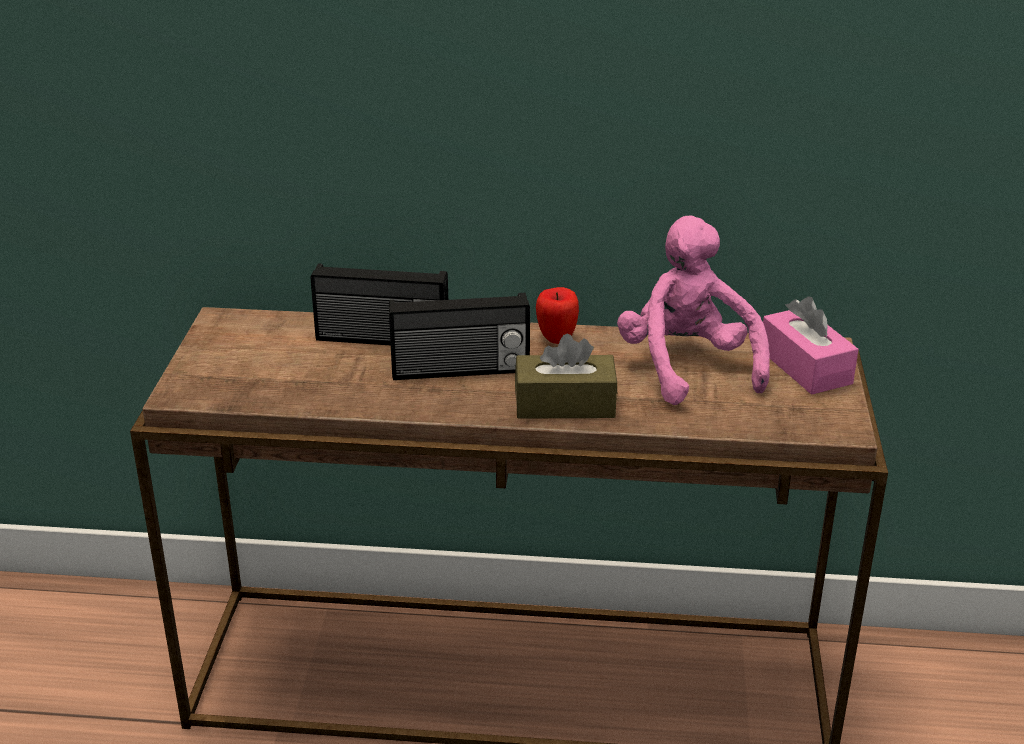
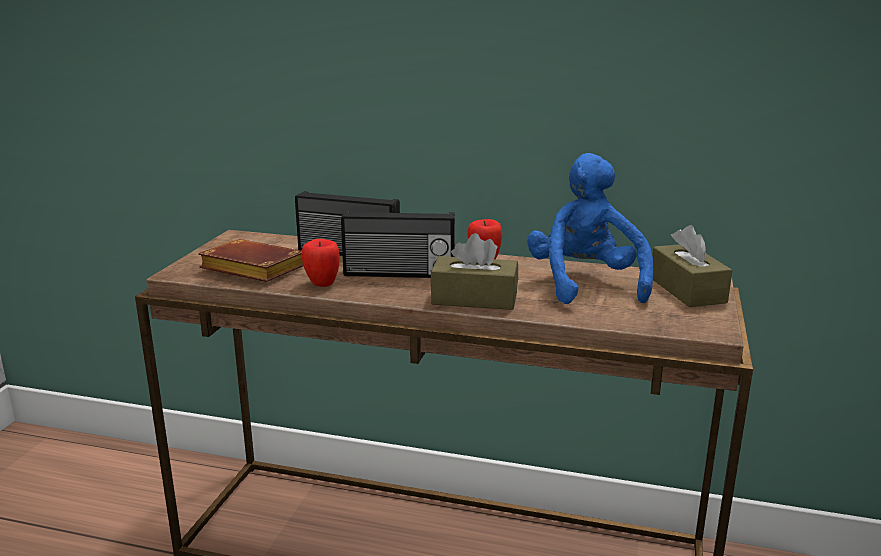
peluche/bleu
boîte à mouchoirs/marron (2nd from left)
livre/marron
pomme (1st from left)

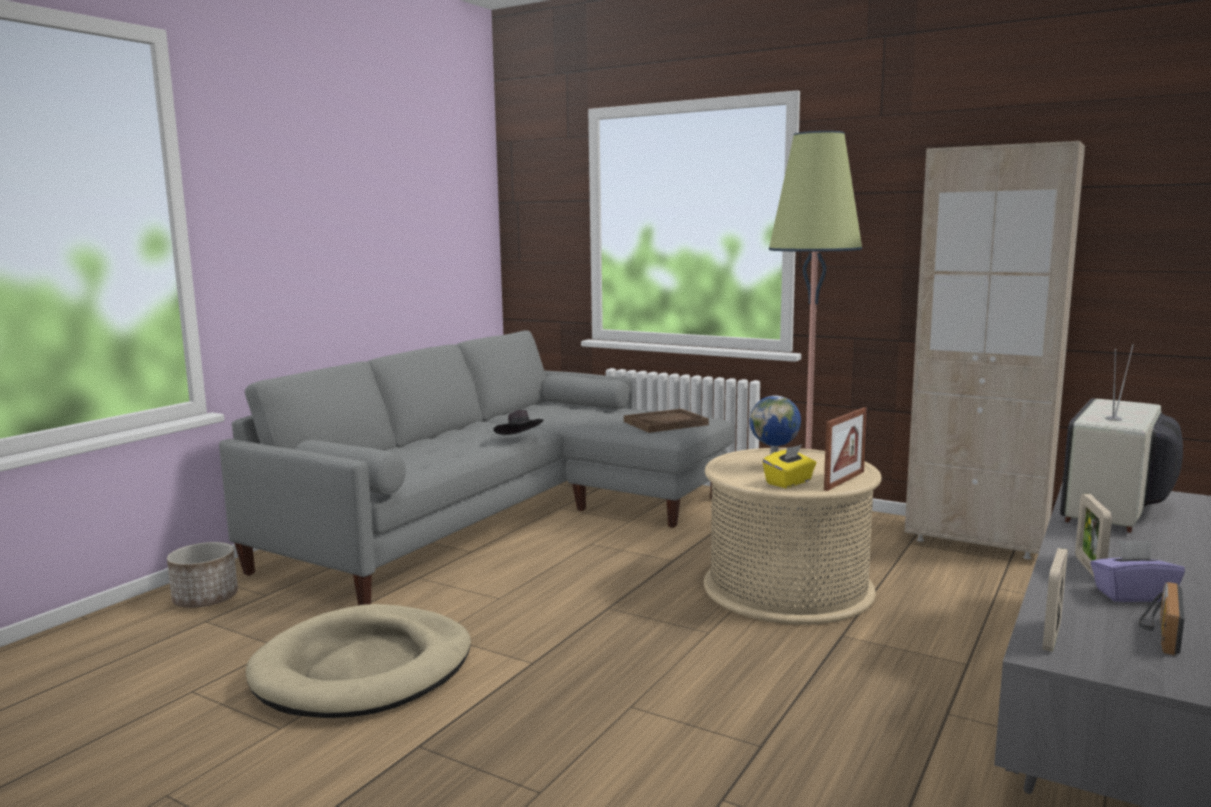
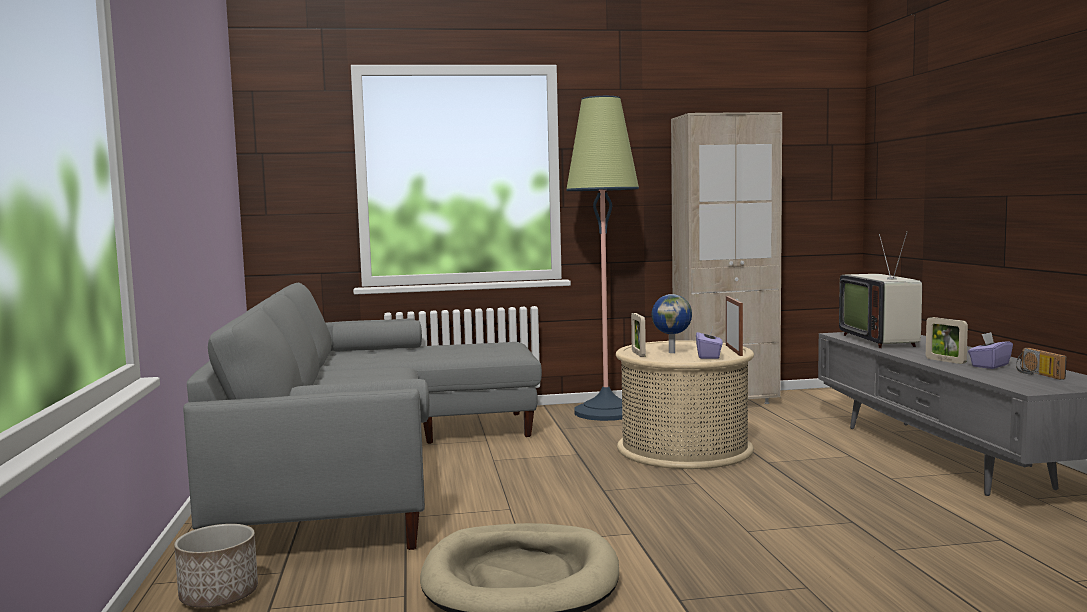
chapeau/noir
plateau/marron
boîte à mouchoirs/violet (1st from left)
cadre photo (1st from left)

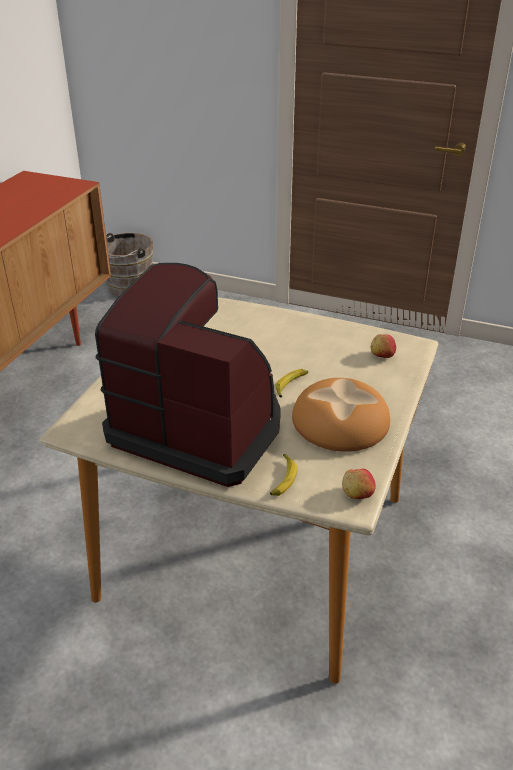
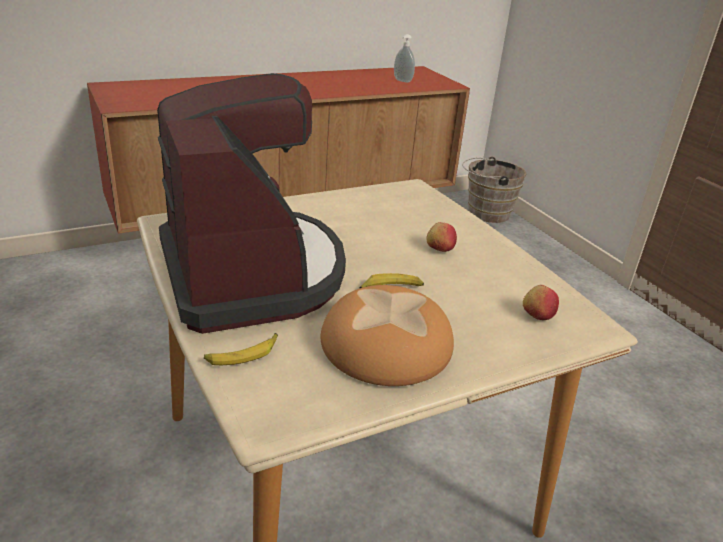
pomme (1st from left)
distributeur de savon

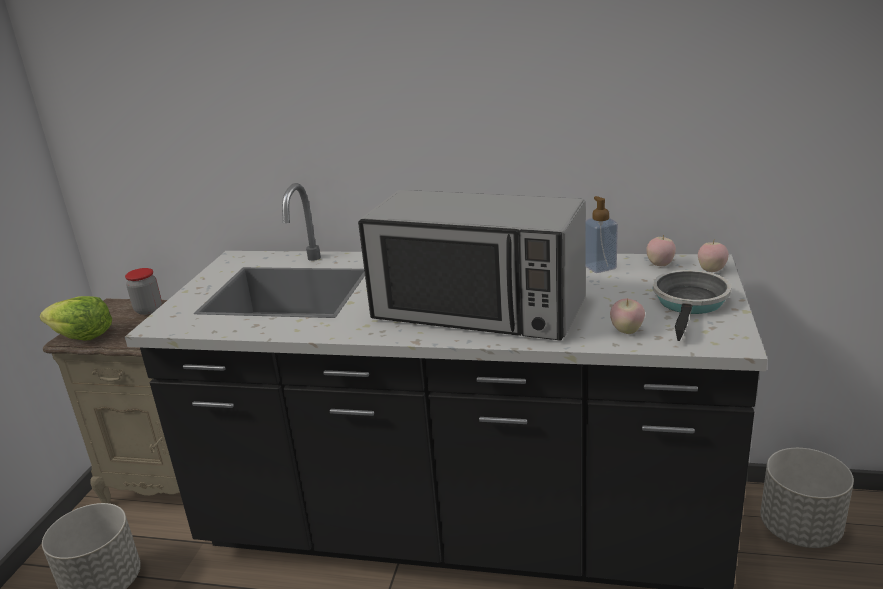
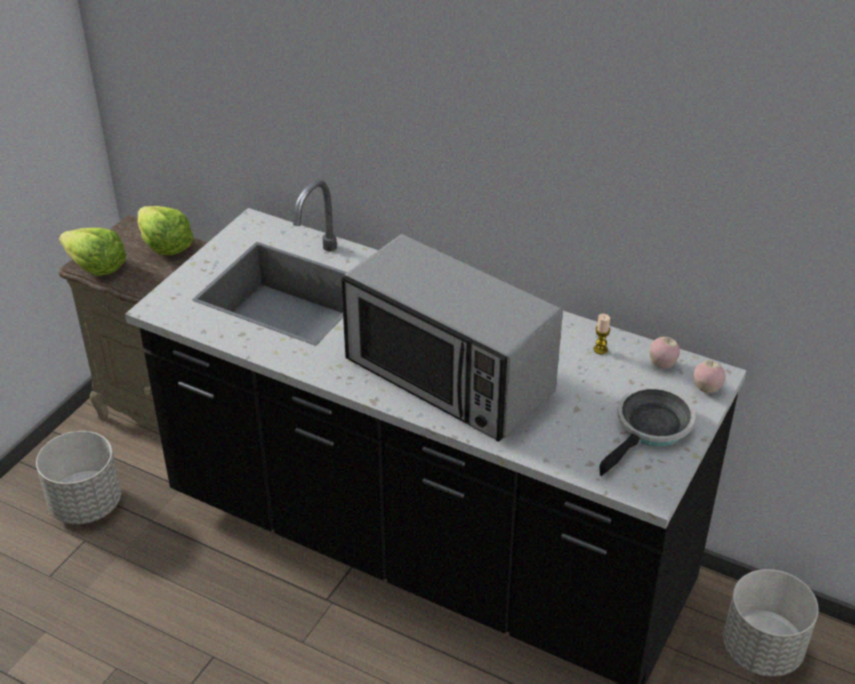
laitue (2nd from left)
bougie
pomme (1st from left in the first image)

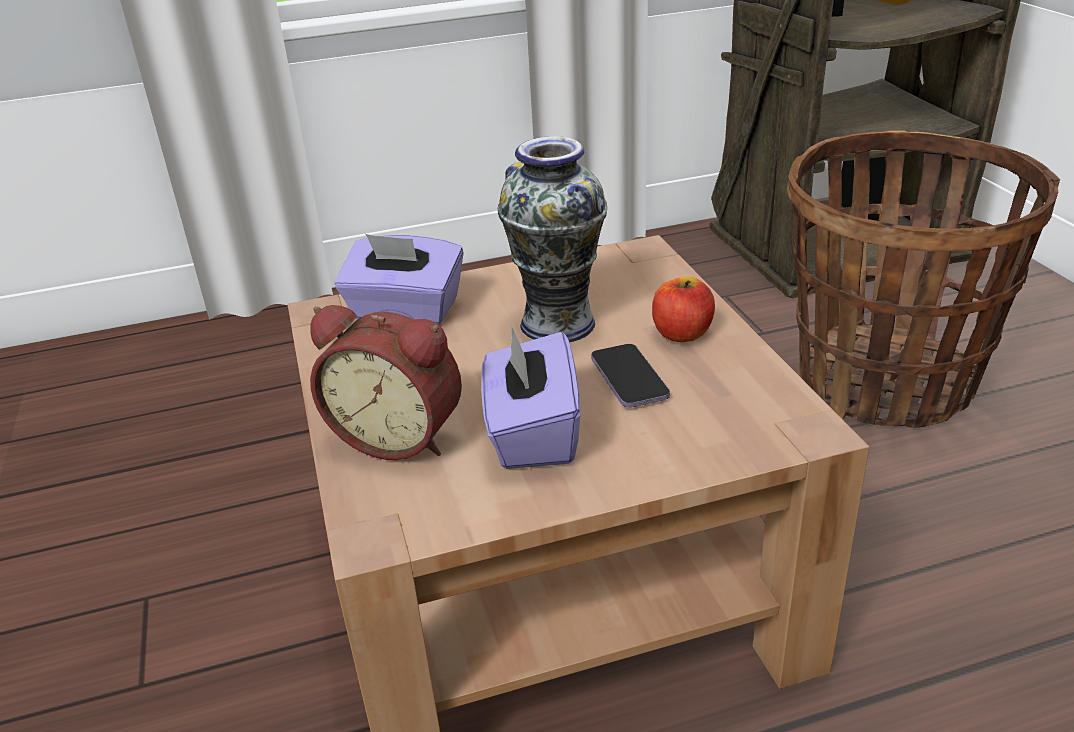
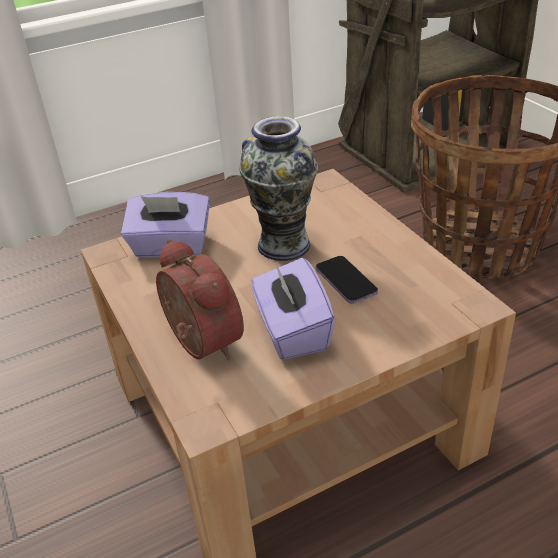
réveil
pomme

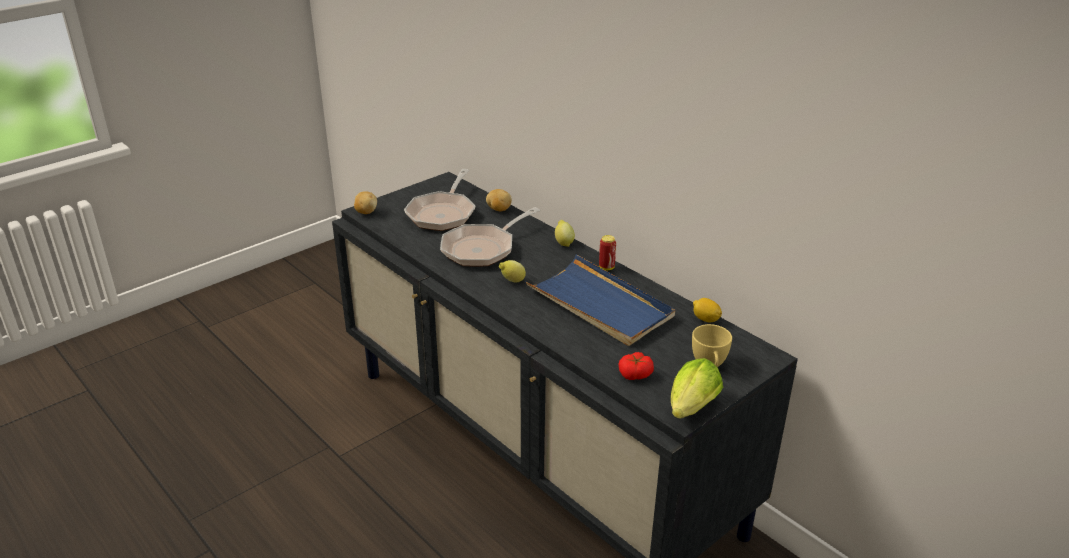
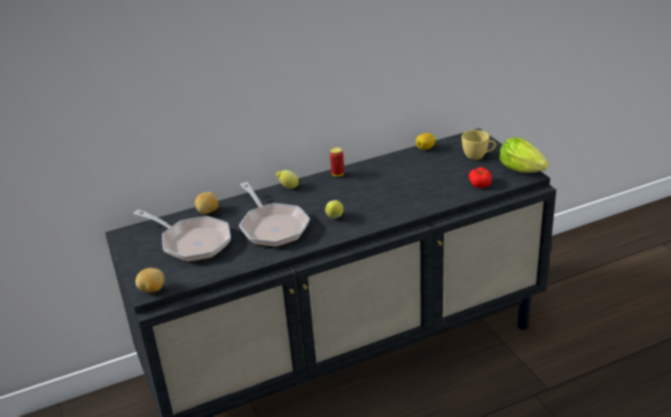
plateau/bleu

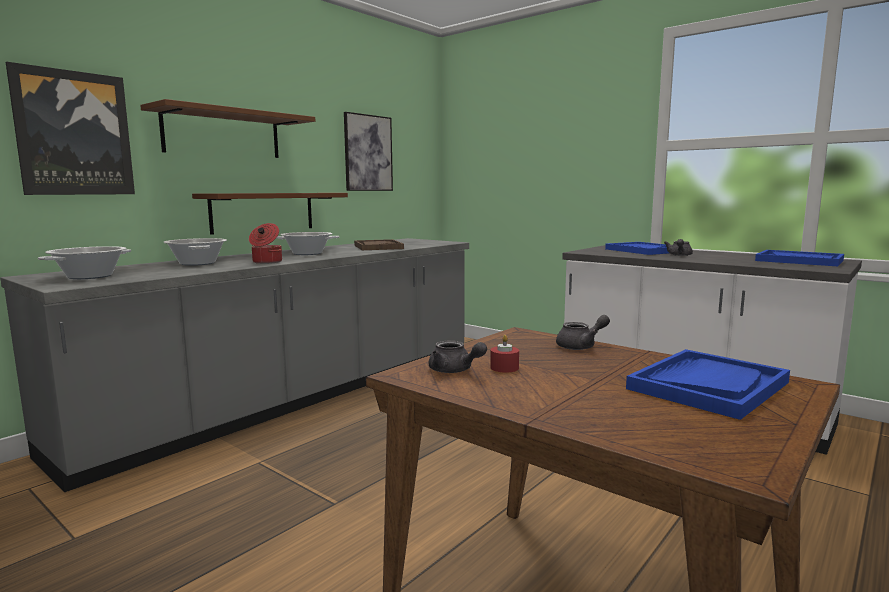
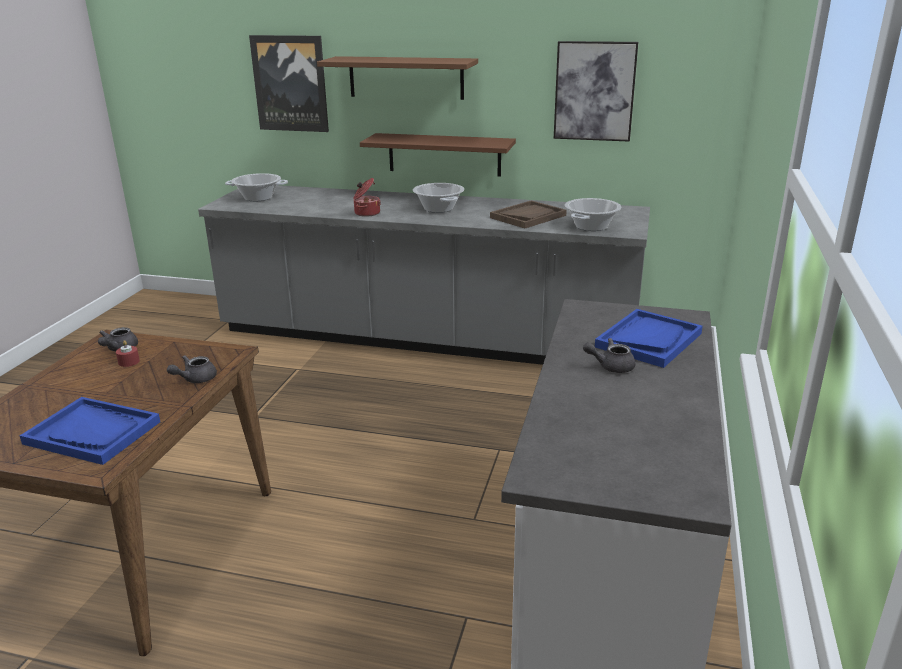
marmite (4th from left)
théière/gris (2nd from left)
plateau/bleu (3rd from left in the first image)

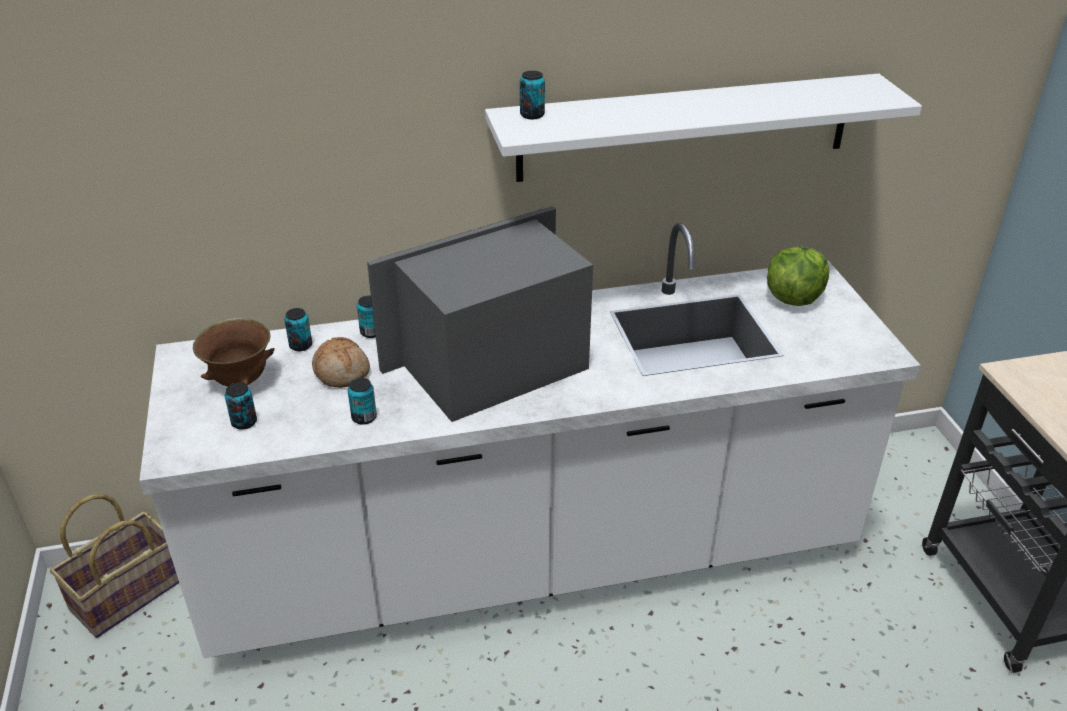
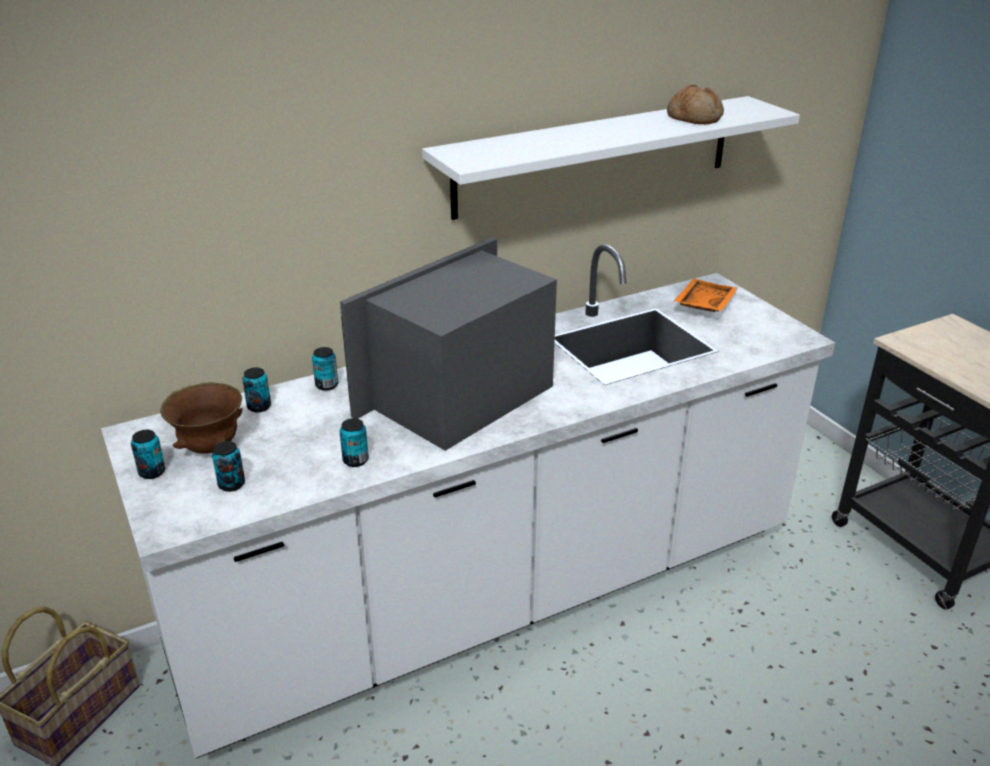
pain
boîte métallique (1st from left)
plateau/orange

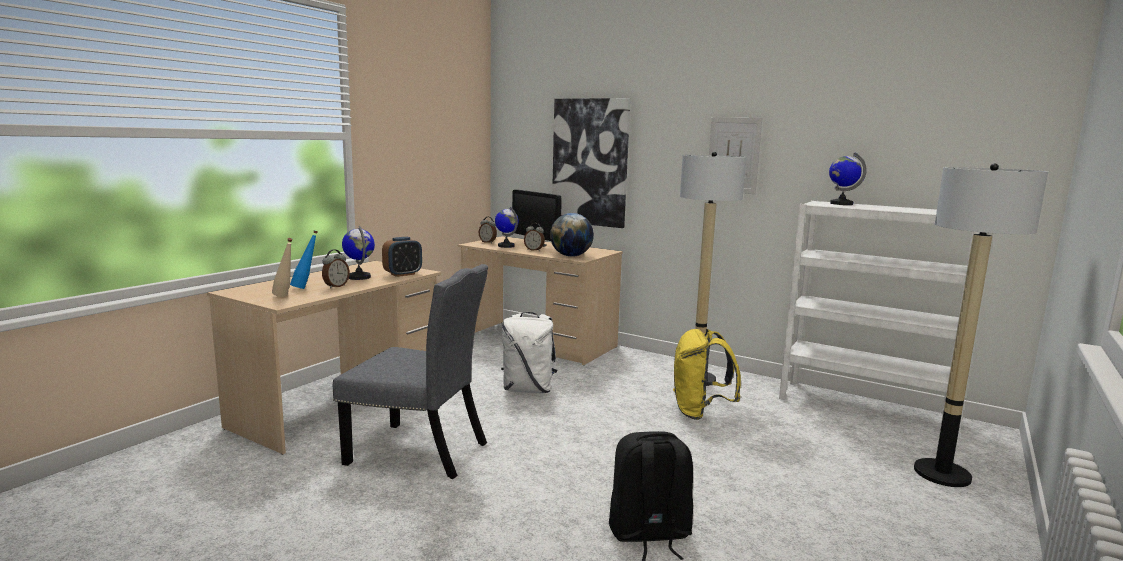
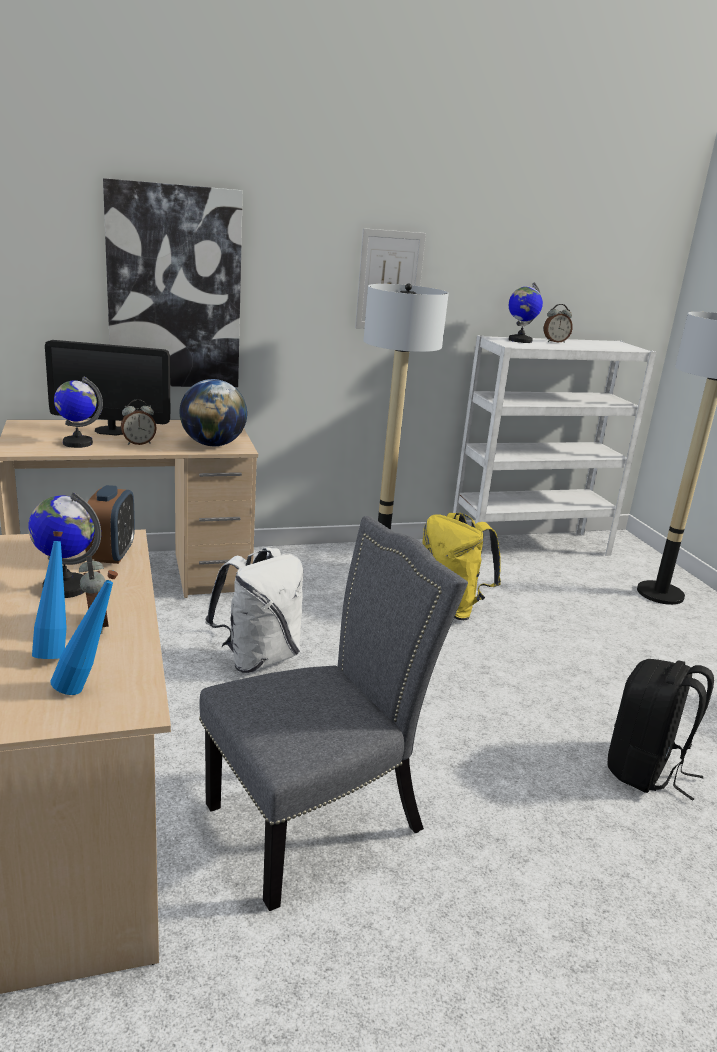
bouteille/bleu (2nd from left)
réveil (4th from left)

